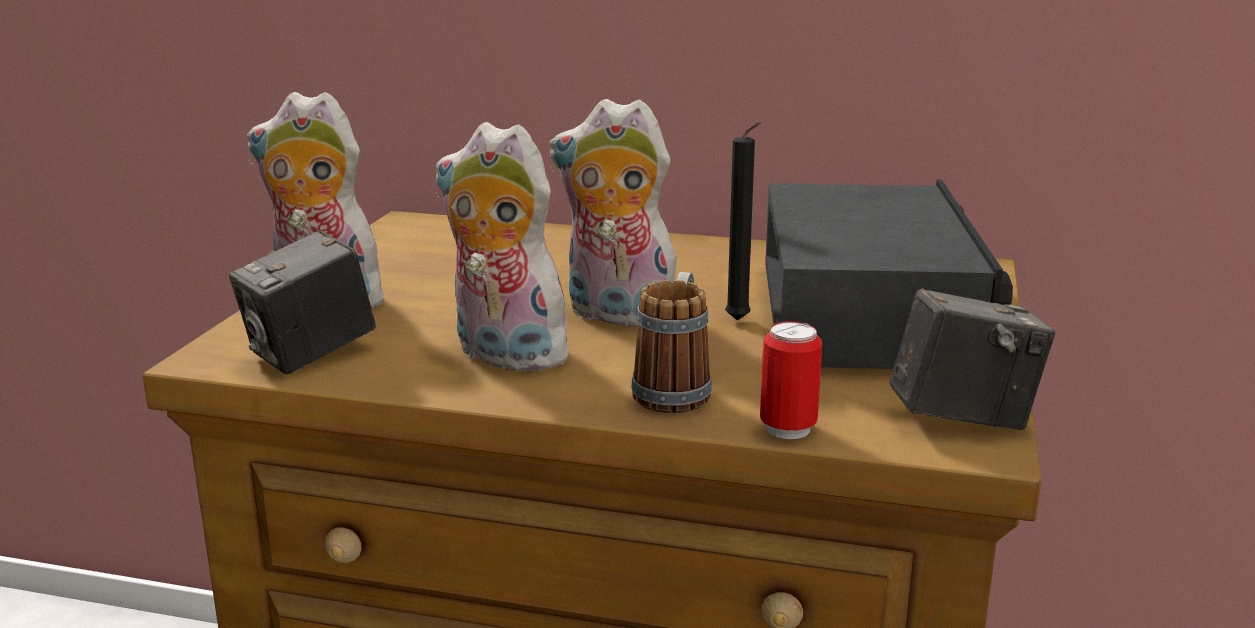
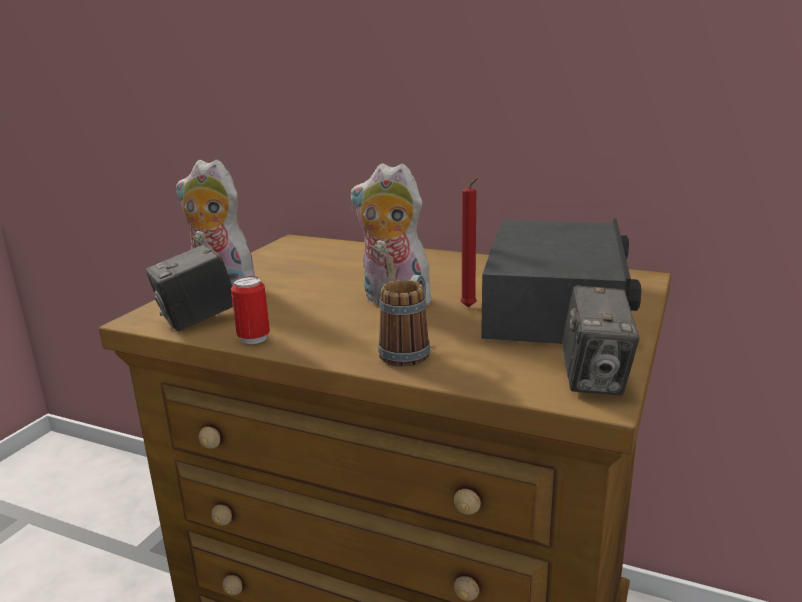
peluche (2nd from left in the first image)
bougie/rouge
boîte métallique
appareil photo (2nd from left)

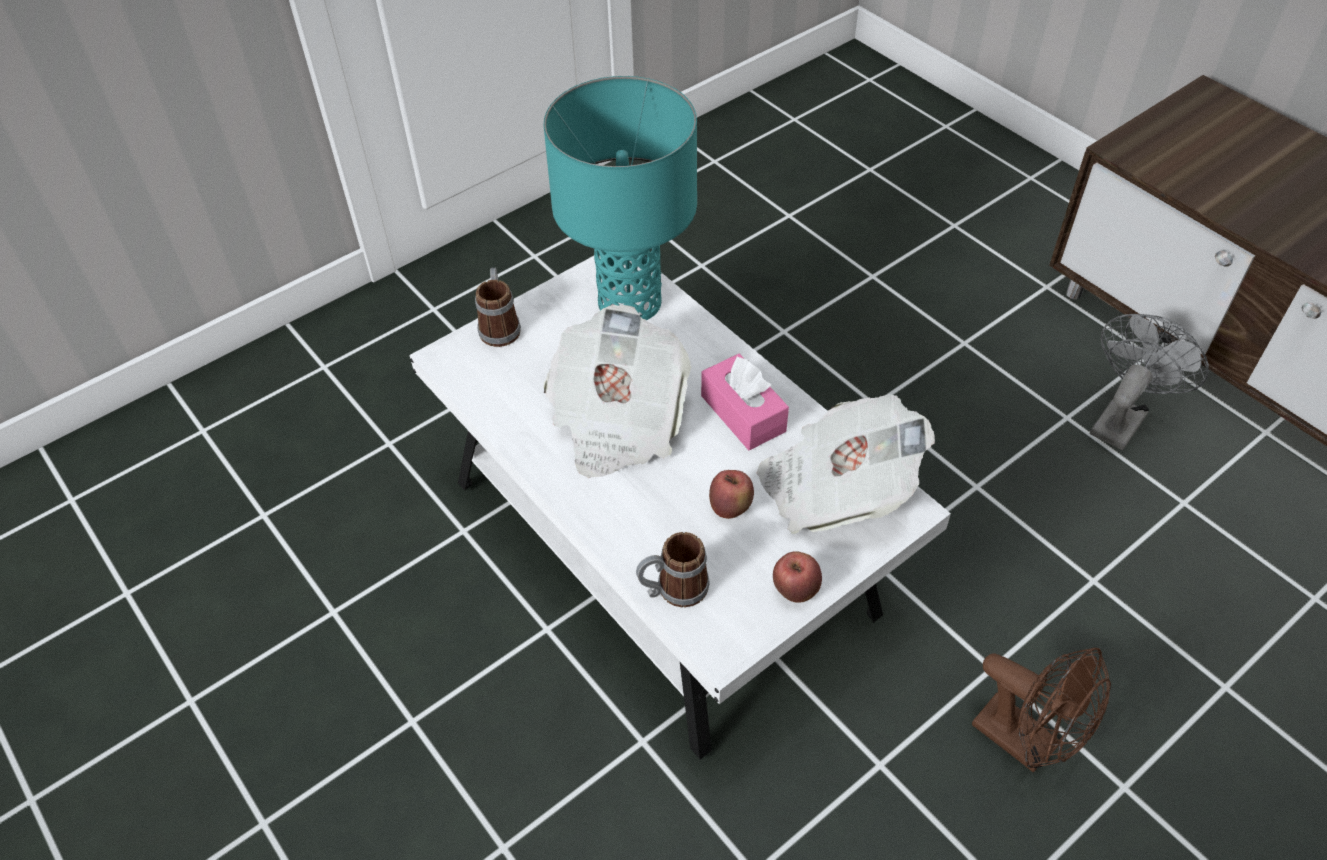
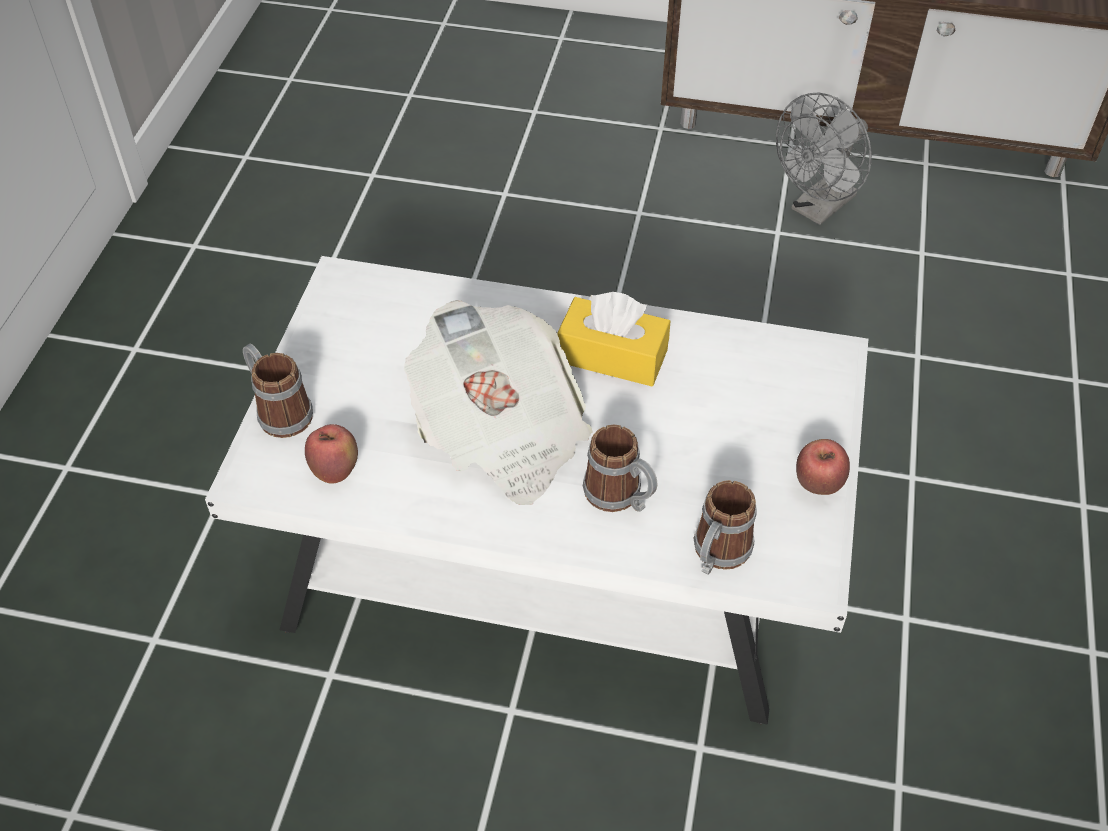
lampe de table/turquoise
boîte à mouchoirs/jaune
pomme (1st from left)
journal (2nd from left in the first image)
ventilateur/marron
ventilateur/gris
mug (2nd from left)

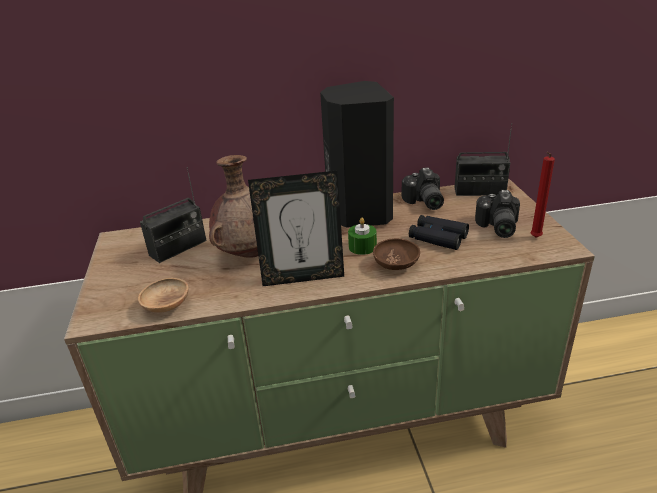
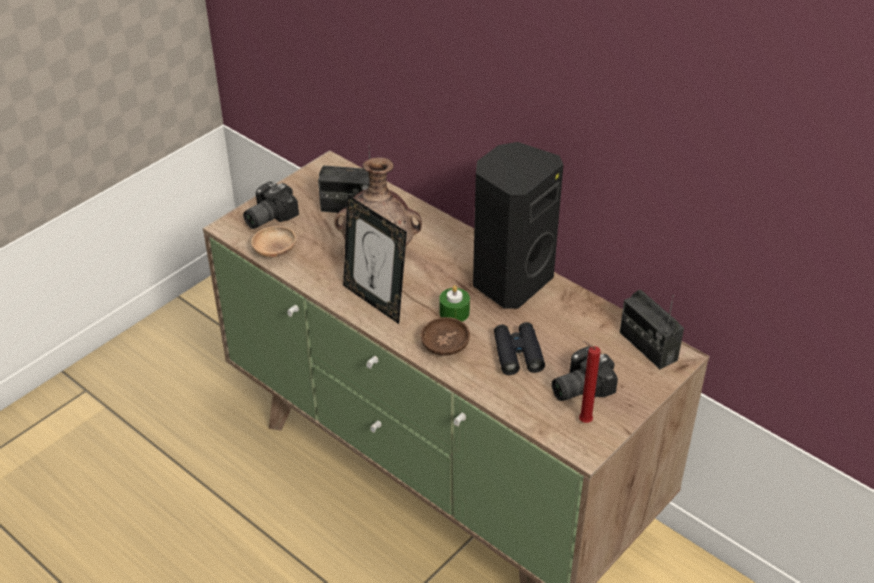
appareil photo (1st from left)

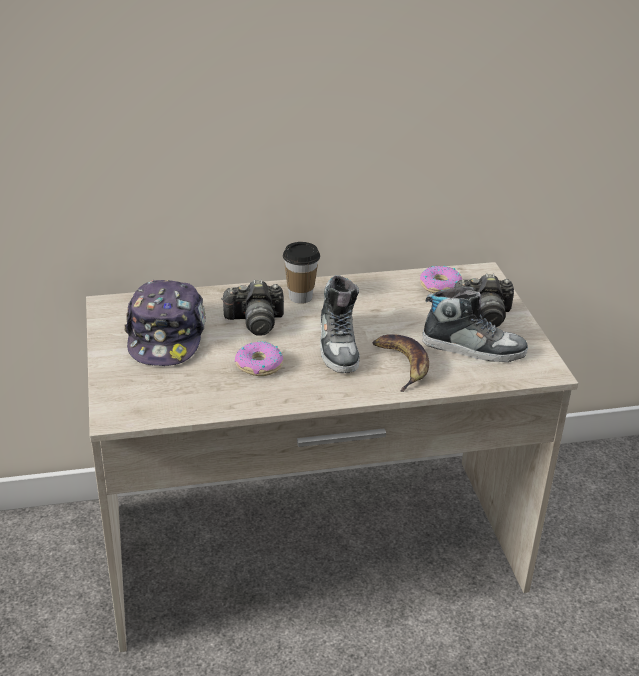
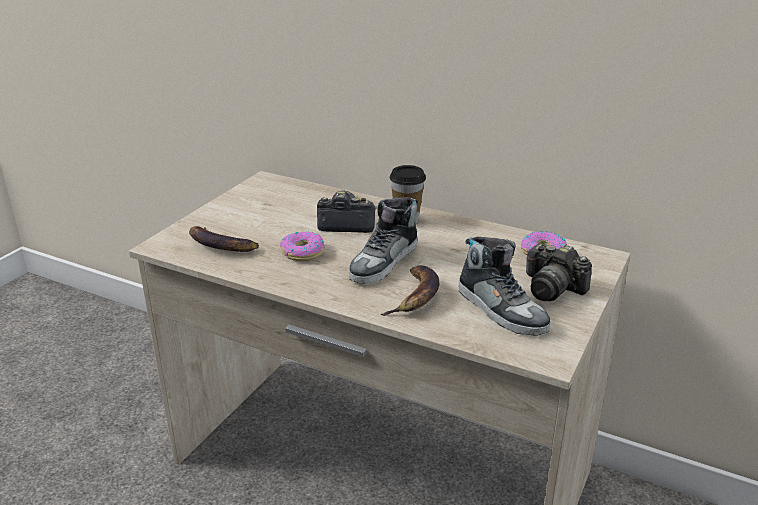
casquette
appareil photo (1st from left)
banane (1st from left)

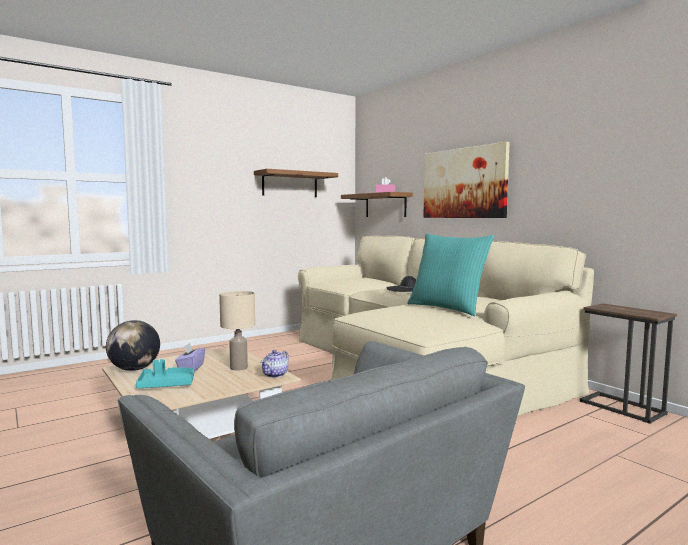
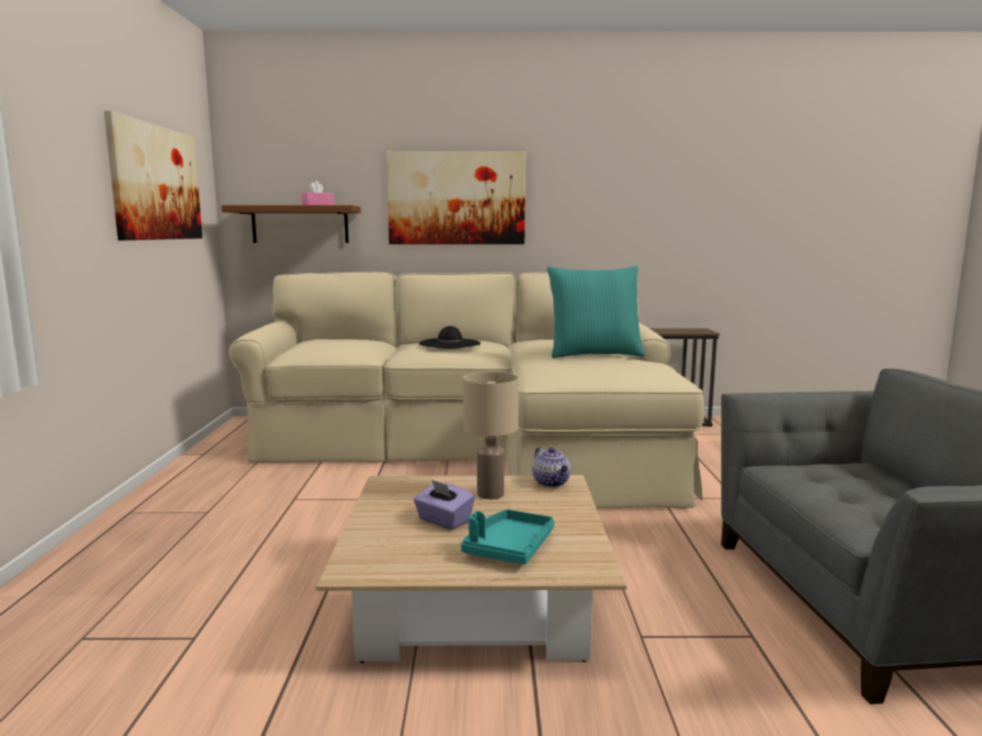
globe
tableau (1st from left)

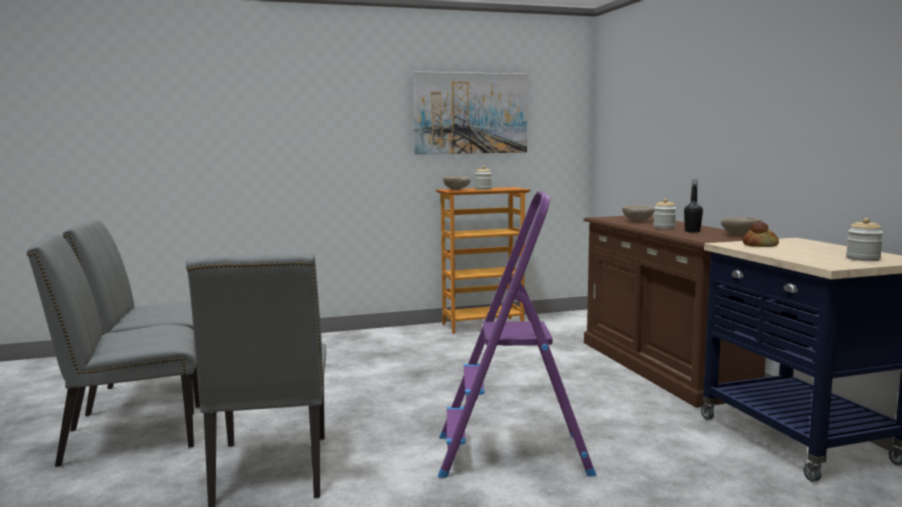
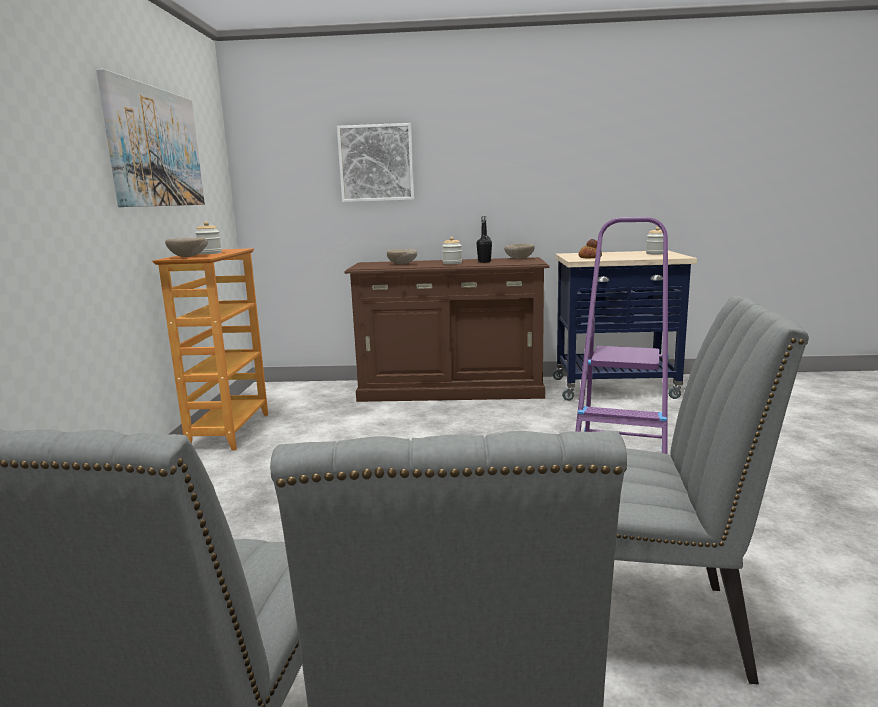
tableau (2nd from left)

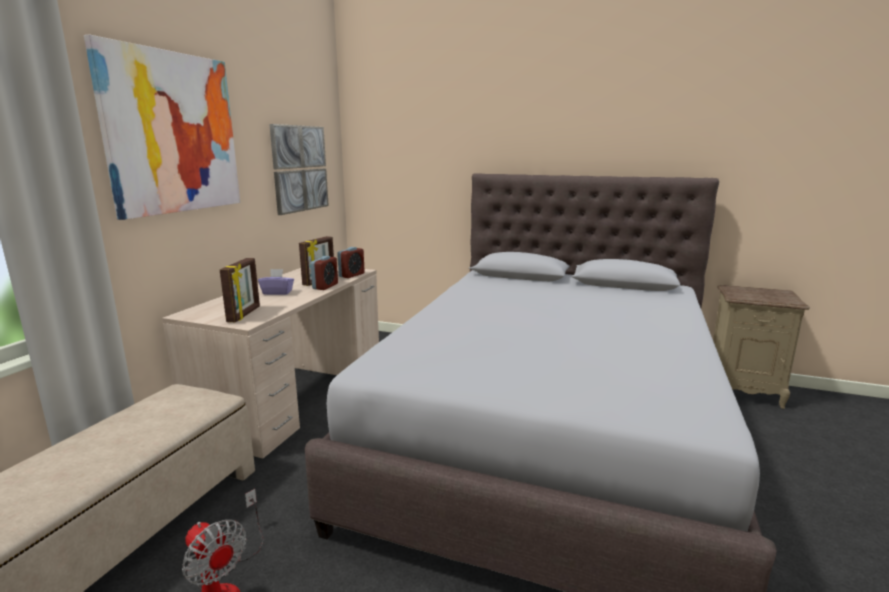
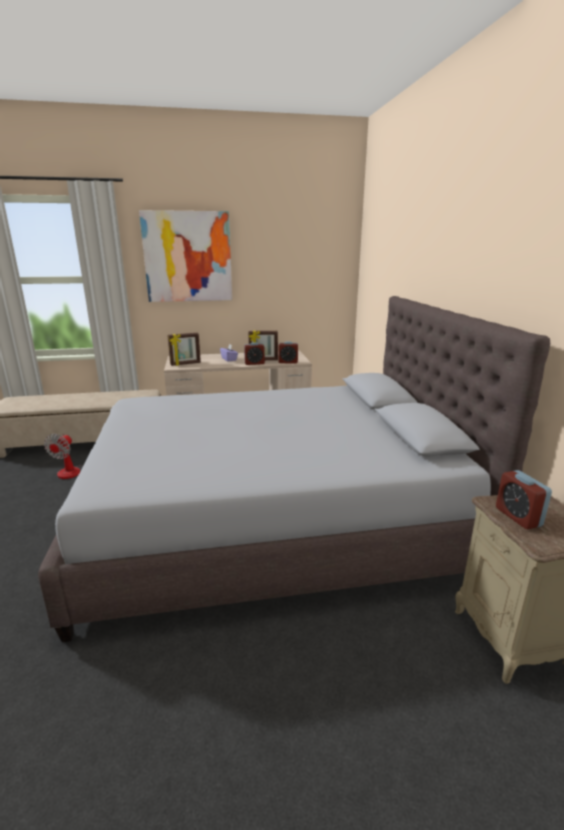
tableau (2nd from left in the first image)
réveil (3rd from left)

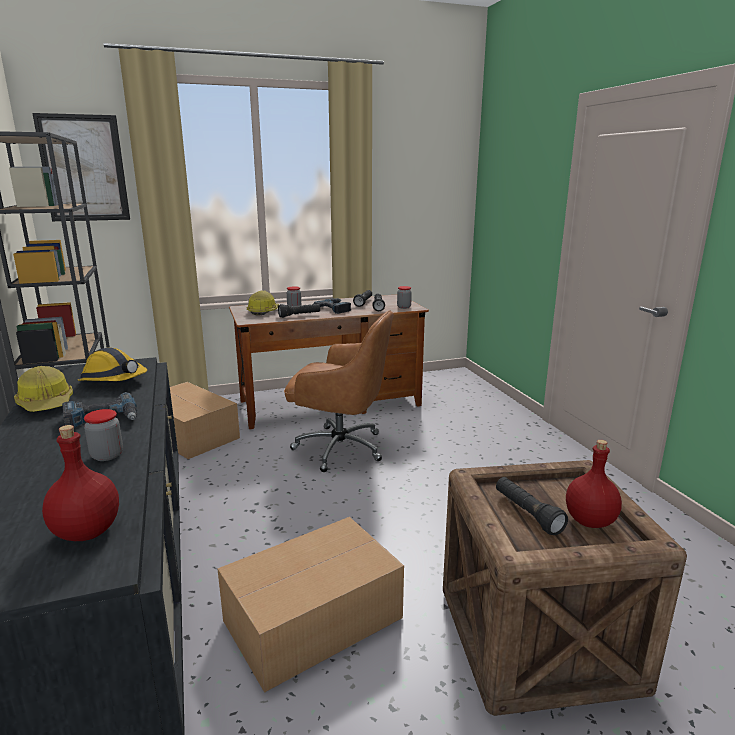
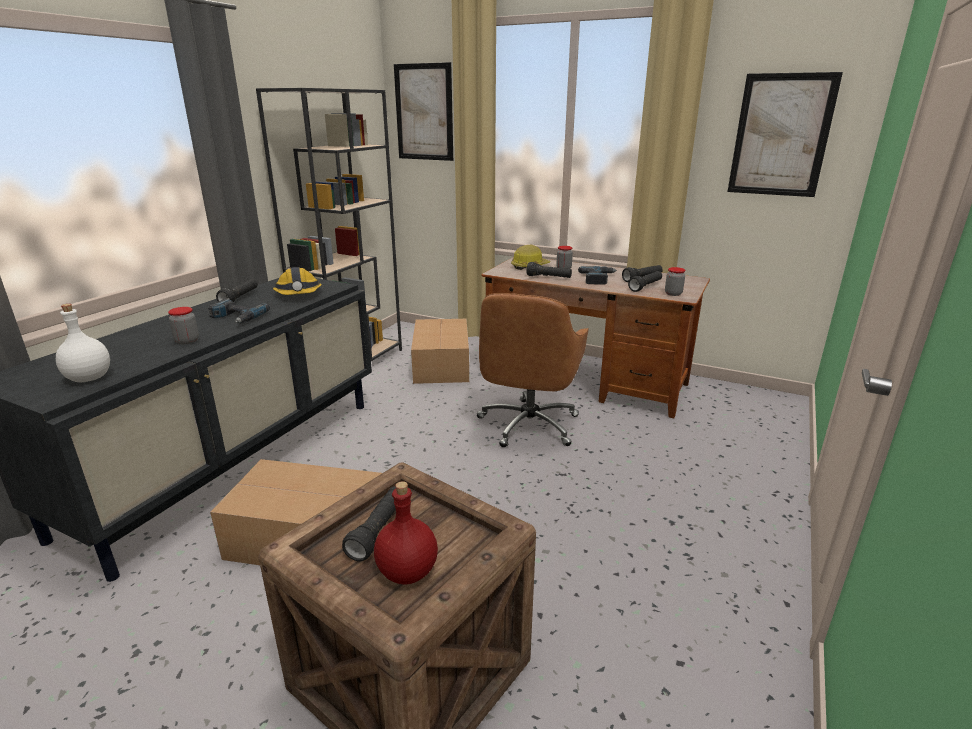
lampe de poche/noir (1st from left)
bouteille/blanc
chaise de bureau/marron
tableau (2nd from left)

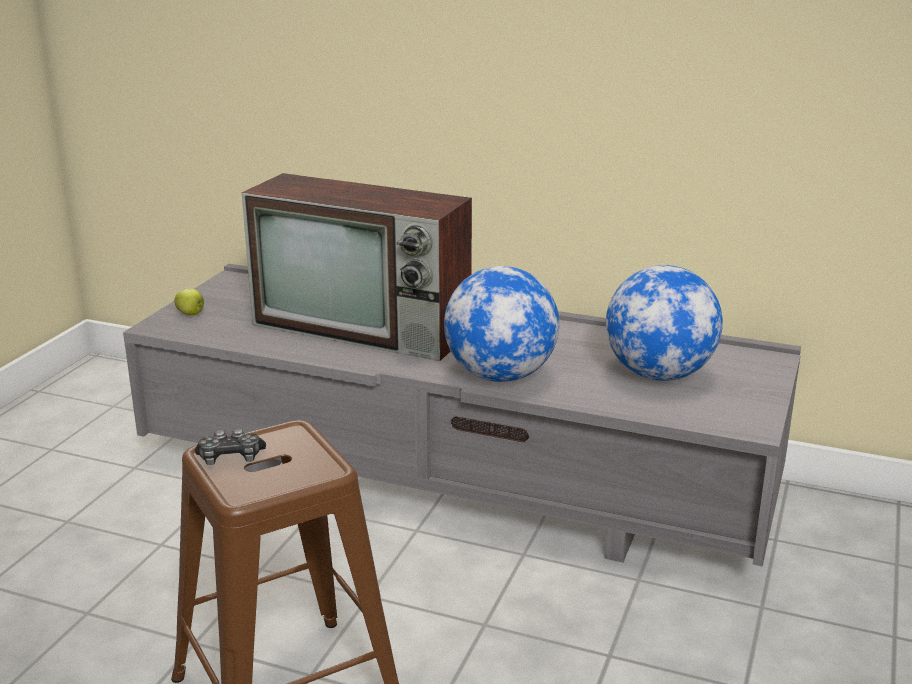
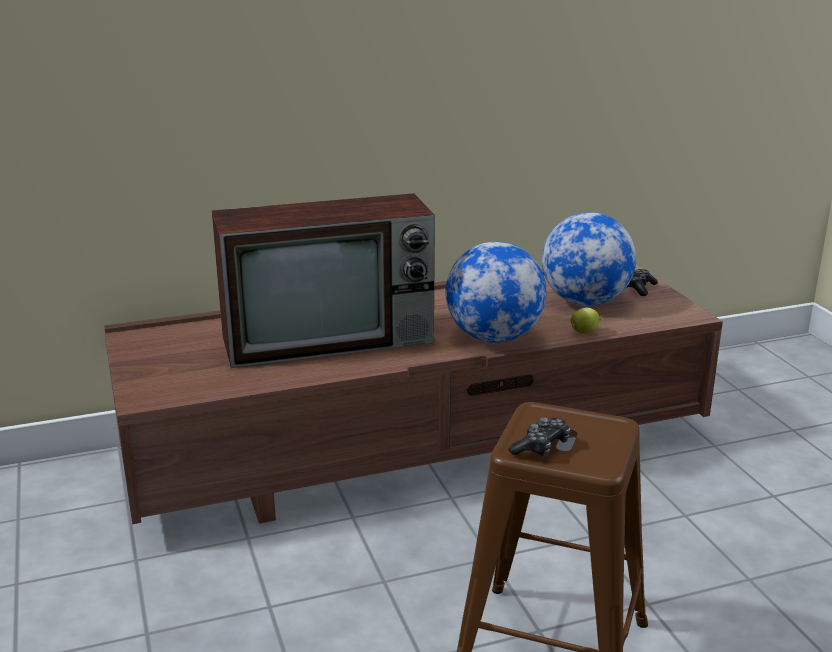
meuble télé/marron
pomme
manette (2nd from left)

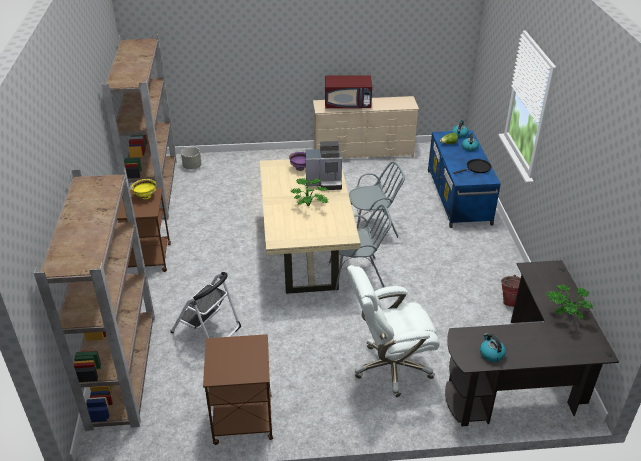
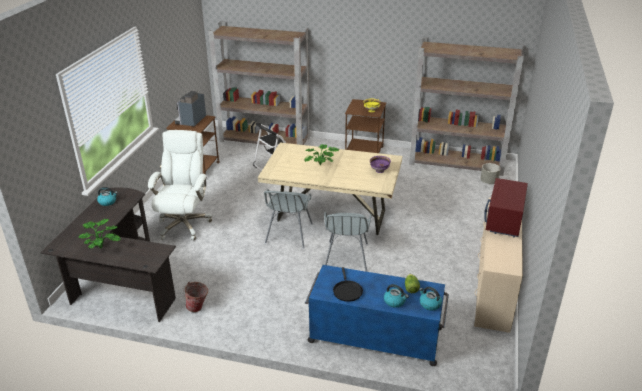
machine à café

